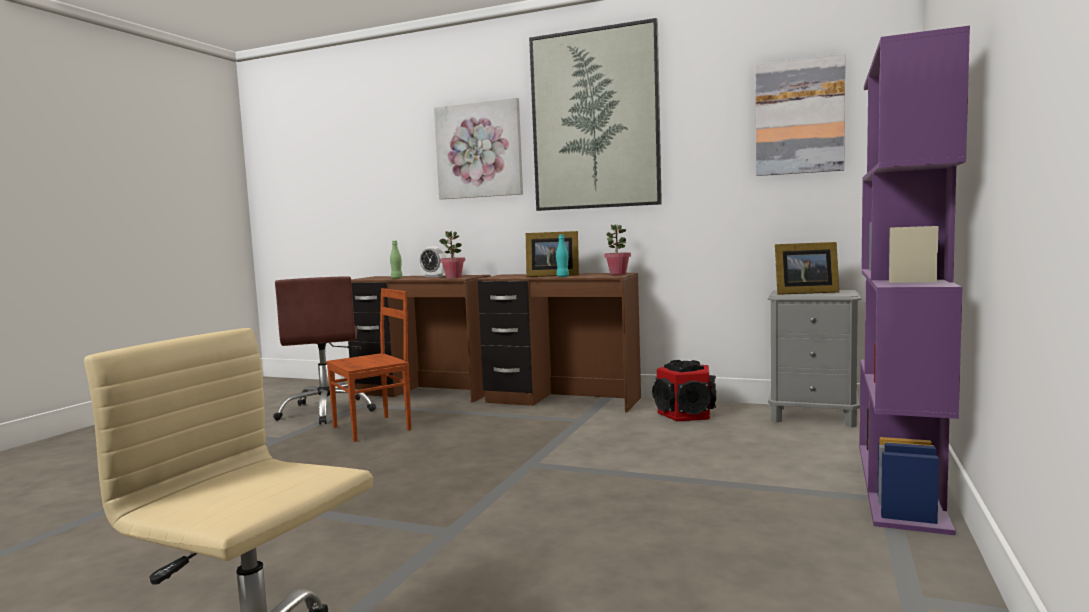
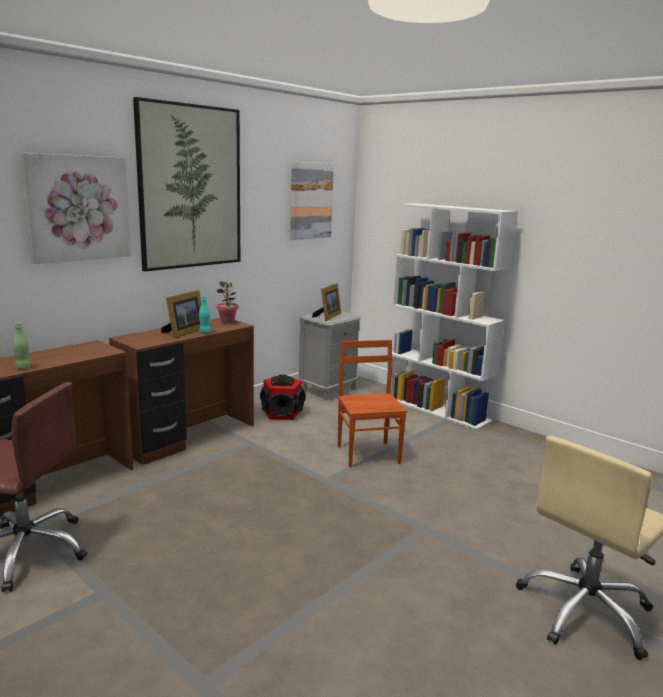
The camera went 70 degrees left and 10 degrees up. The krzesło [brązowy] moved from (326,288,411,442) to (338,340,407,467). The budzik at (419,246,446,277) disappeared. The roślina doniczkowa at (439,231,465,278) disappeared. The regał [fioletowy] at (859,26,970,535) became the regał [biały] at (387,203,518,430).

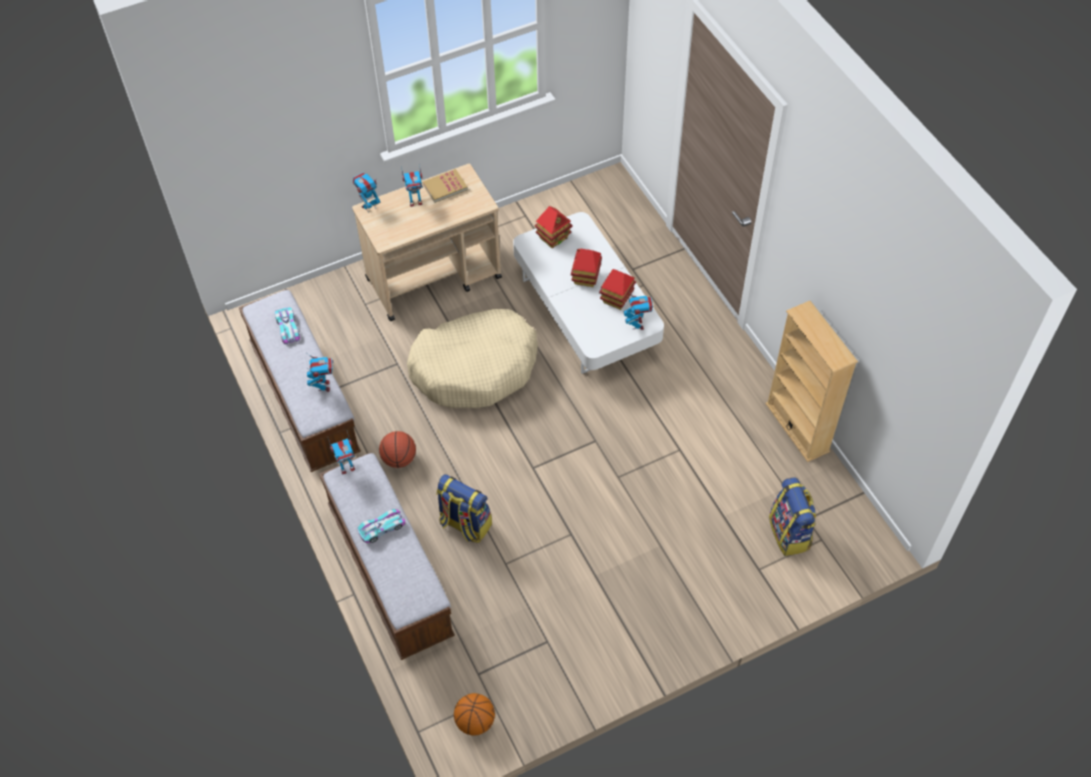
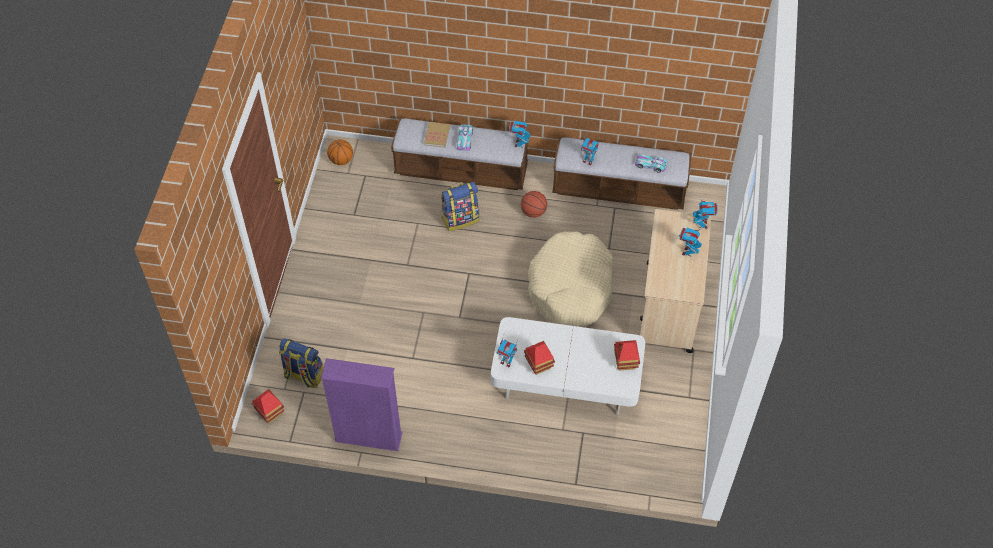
The camera went 125 degrees right and 0 degrees up. The książka moved from (423,169,468,203) to (424,122,450,147). The domek moved from (571,249,602,287) to (252,389,284,423). The regał [beżowy] at (765,301,858,462) became the regał [fioletowy] at (321,358,403,451).

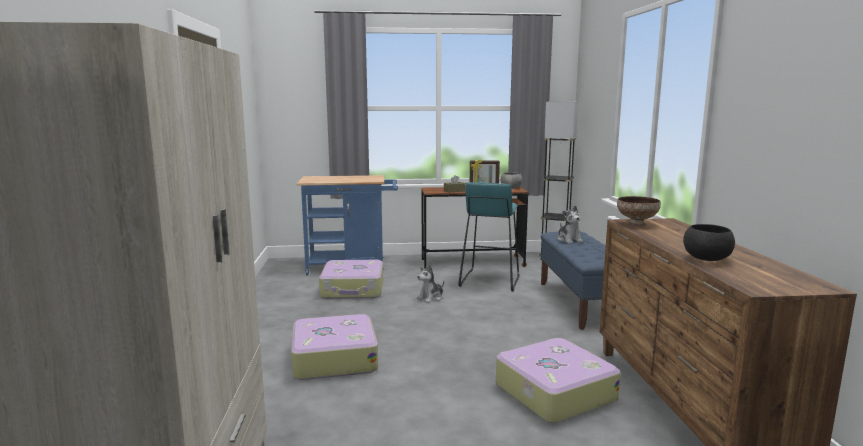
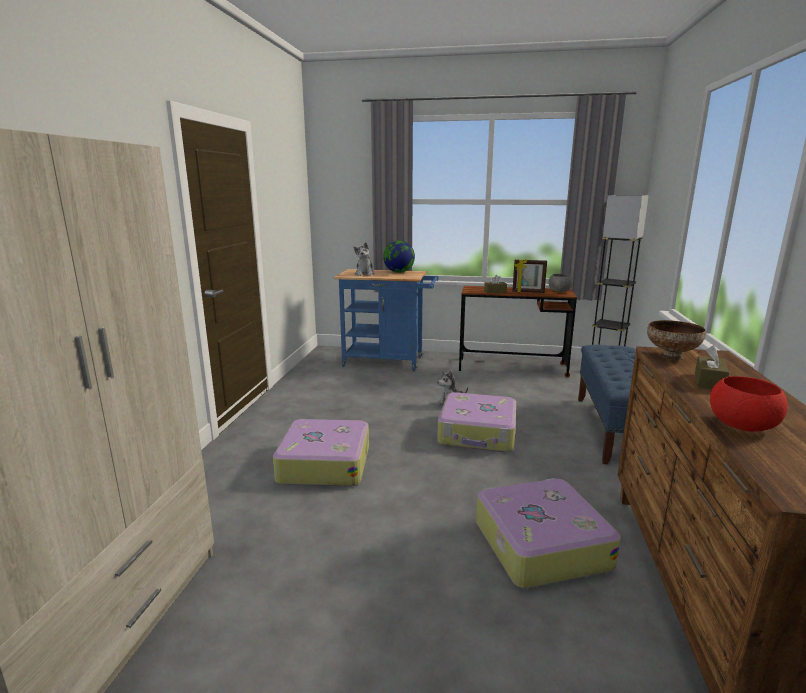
The camera went 15 degrees right and 5 degrees up. The walizka moved from (319,260,383,299) to (437,392,516,452). The stołek [turkusowy] at (458,182,520,291) disappeared. The pluszak moved from (557,205,583,244) to (354,242,375,276). The miska [czarny] at (683,224,735,261) became the miska [czerwony] at (710,376,788,432). The globus at (383,241,415,273) appeared. The pudełko chusteczek [brązowy] at (695,345,729,389) appeared.

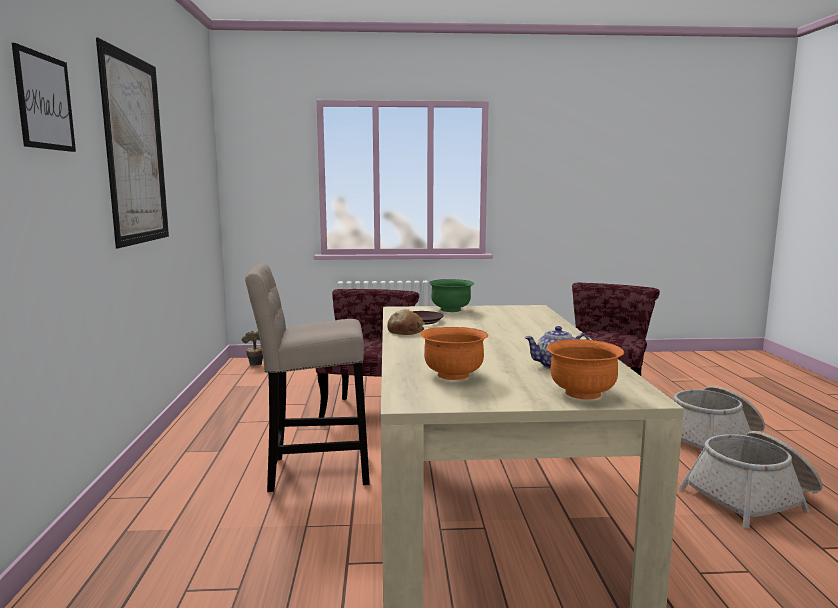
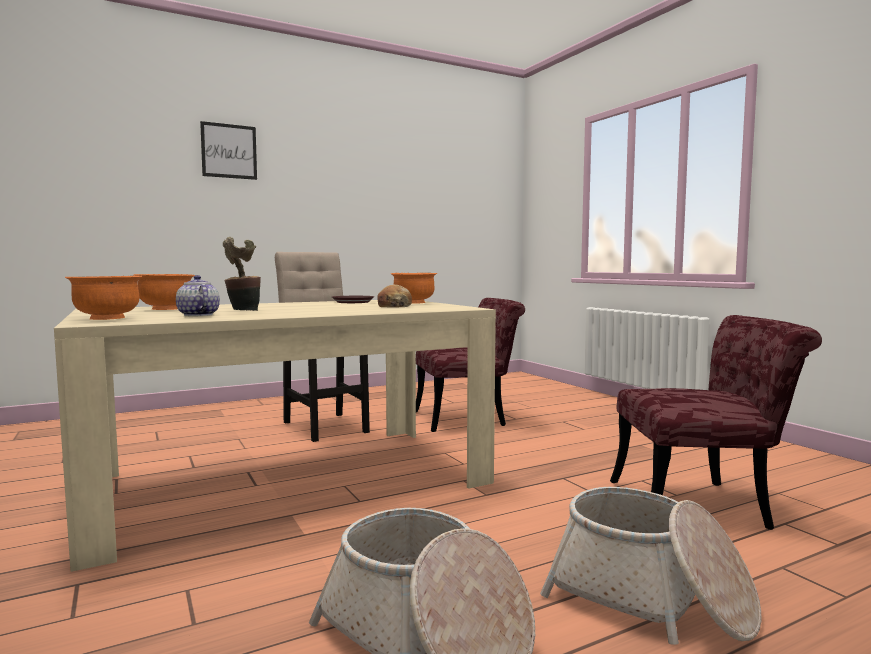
The camera went 65 degrees right and 5 degrees down. The obraz at (96,37,169,248) disappeared. The roślina doniczkowa moved from (242,330,263,366) to (223,237,261,311). The chleb moved from (387,309,425,335) to (378,285,412,307). The miska [zielony] at (429,279,474,312) became the miska [pomarańczowy] at (391,273,437,304).

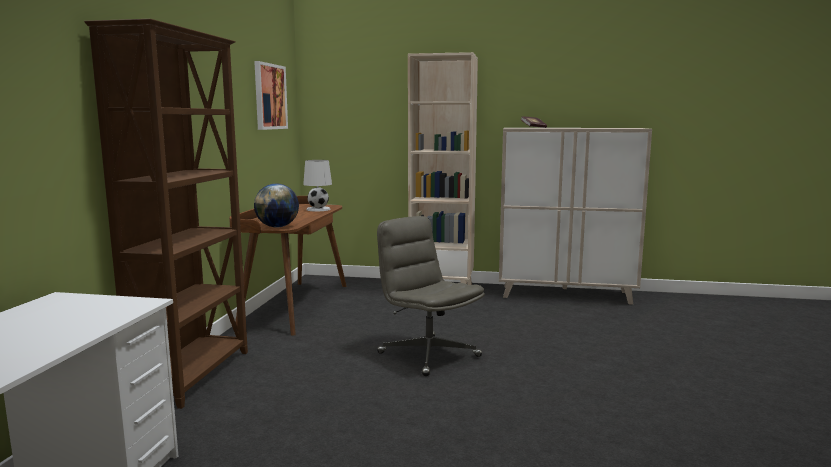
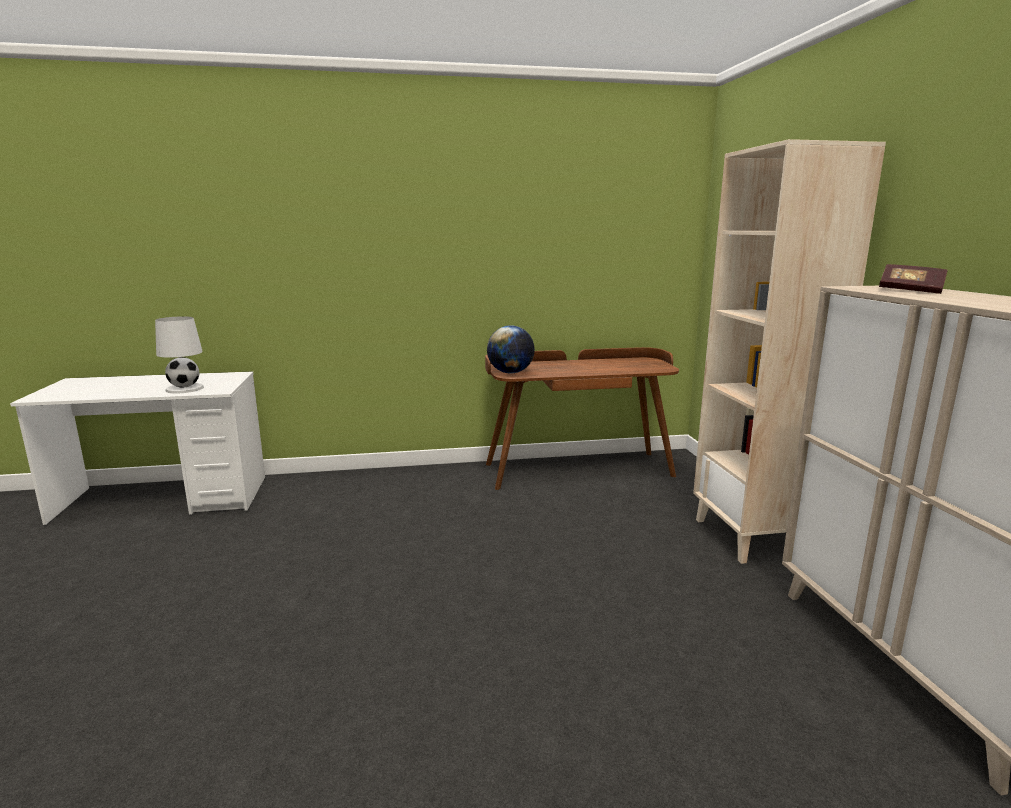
The camera went 70 degrees right and 5 degrees up. The regał [brązowy] at (84,19,248,409) disappeared. The obraz at (254,61,288,130) disappeared. The lampa stołowa [biały] moved from (303,160,332,211) to (155,316,204,393). The krzesło biurowe [szary] at (377,216,485,376) disappeared.

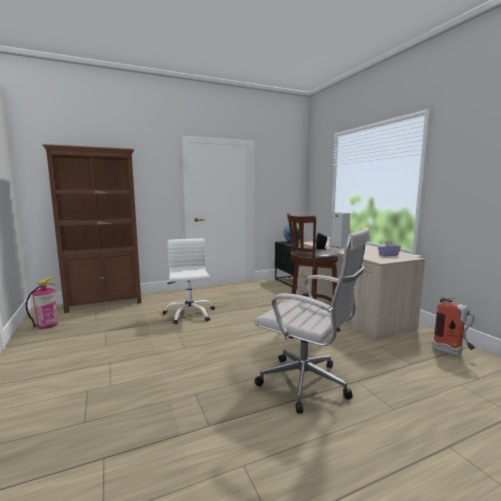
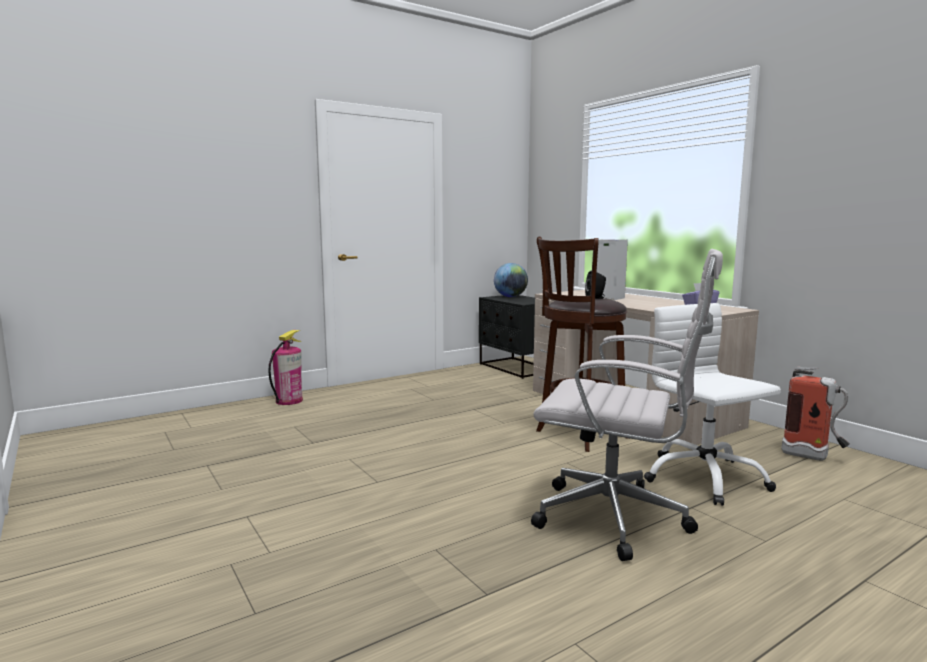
The camera went 10 degrees left and 0 degrees up. The gaśnica moved from (26,277,58,329) to (268,330,303,405). The regał [brązowy] at (42,144,141,313) disappeared. The krzesło biurowe [biały] moved from (163,239,215,324) to (644,303,781,506).

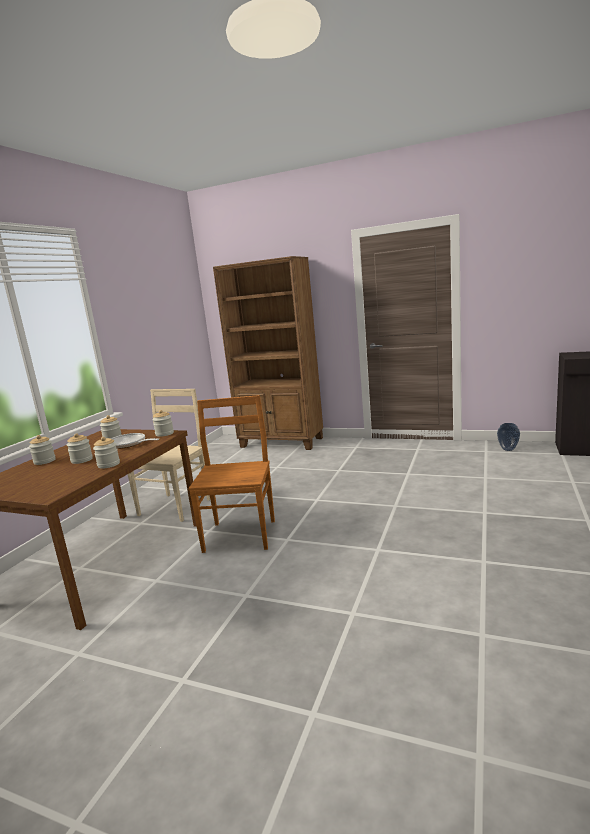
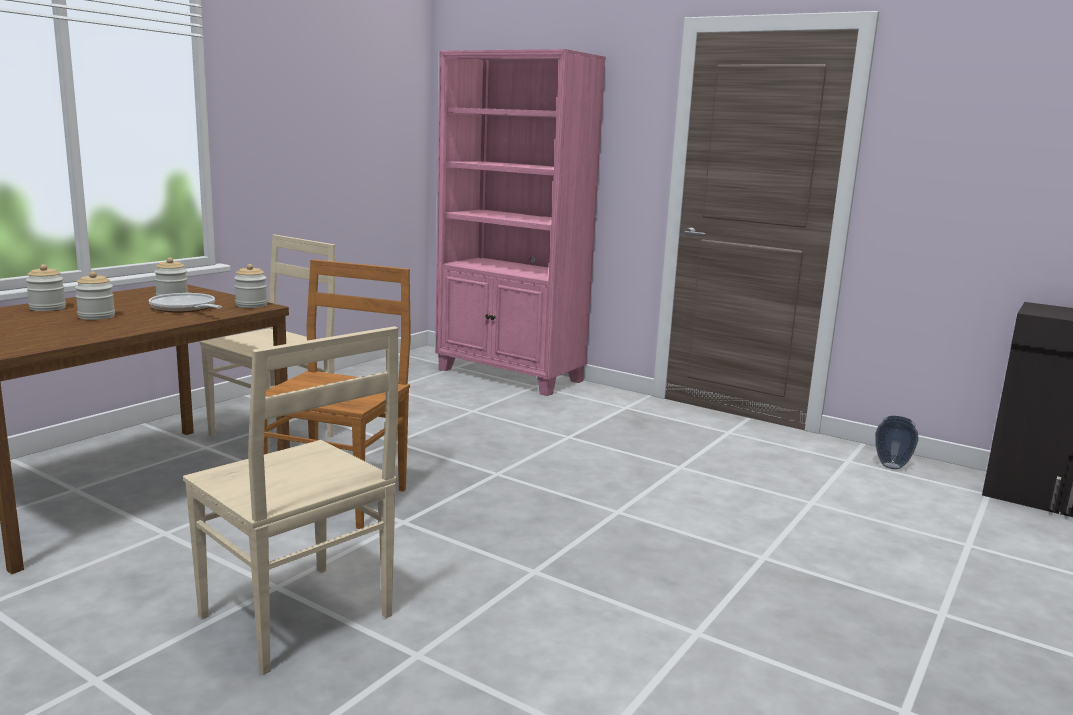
The camera went 10 degrees right and 0 degrees up. The słoik at (93,437,120,469) disappeared. The regał [brązowy] at (213,256,323,450) became the regał [różowy] at (435,49,606,396). The krzesło [beżowy] at (183,326,399,675) appeared.

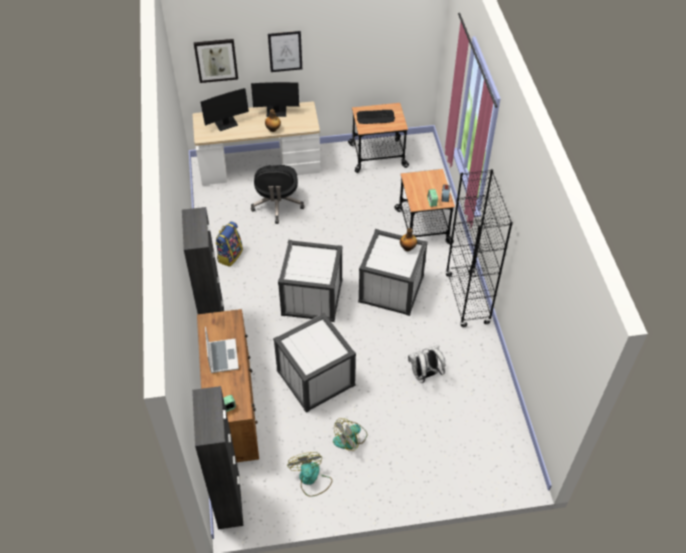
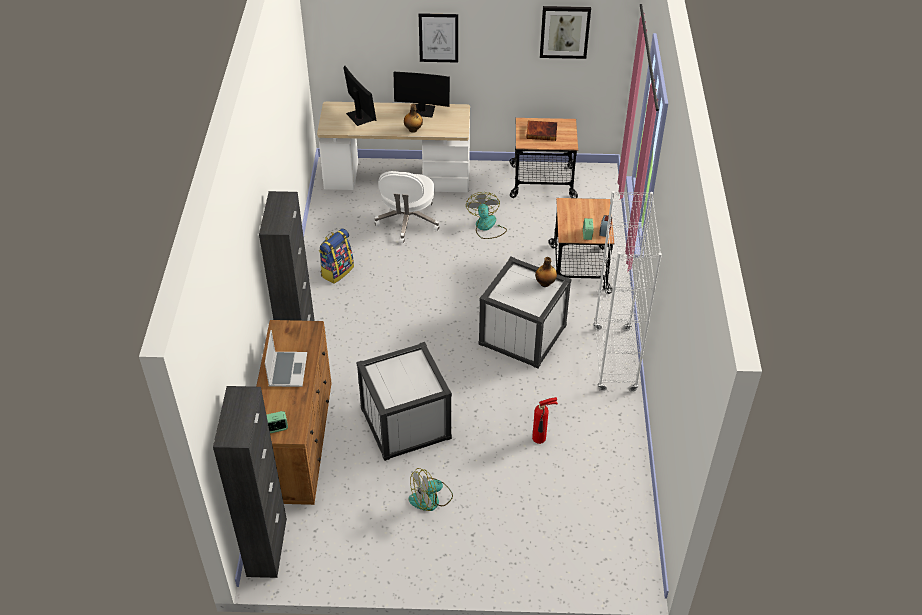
The camera went 10 degrees right and 5 degrees down. The obraz moved from (194,39,238,83) to (540,6,591,59). The monitor at (201,88,249,131) turned 105 degrees counterclockwise. The krzesło biurowe [czarny] at (251,165,305,224) became the krzesło biurowe [biały] at (375,171,440,243). The pojemnik do przechowywania [biały] at (278,240,342,322) disappeared. The wentylator moved from (287,452,332,497) to (466,192,507,239). The klawiatura at (357,110,395,124) was replaced by the książka at (526,121,557,141). The plecak [biały] at (408,345,445,383) was replaced by the gaśnica at (532,397,558,444). The regał [czarny] at (445,169,513,327) became the regał [biały] at (593,191,662,392).

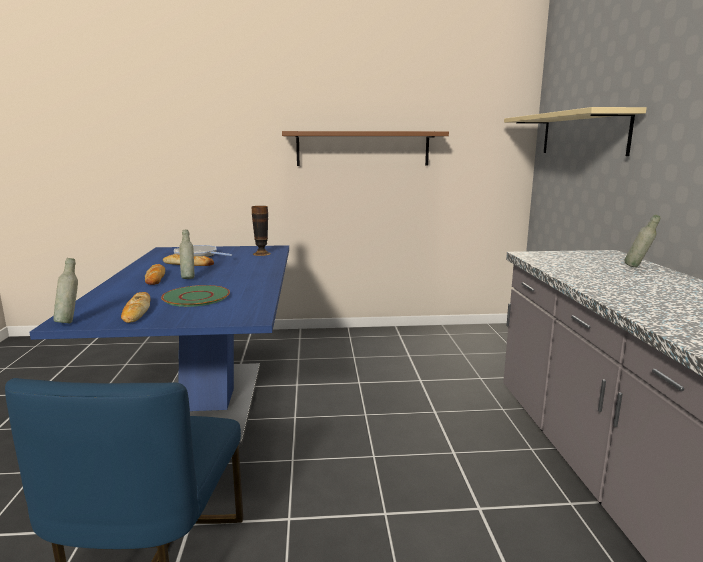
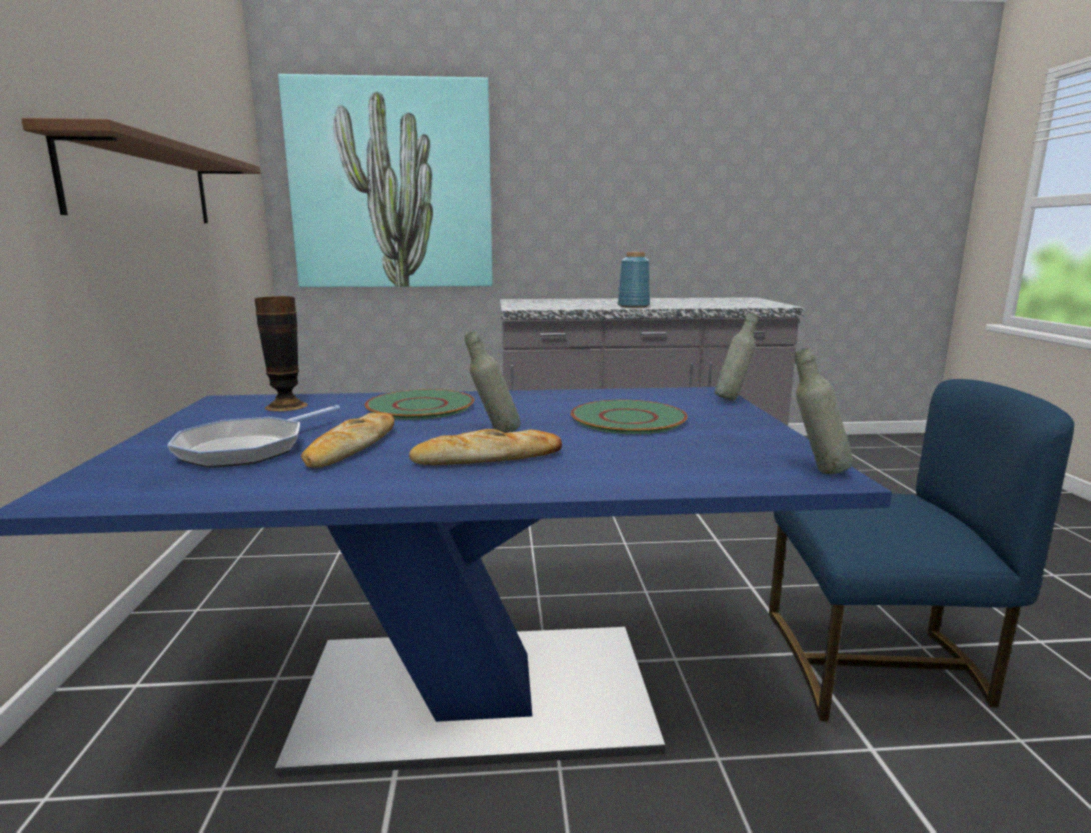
The camera went 90 degrees left and 0 degrees up. The chleb at (121,292,151,323) disappeared. The półka [beżowy] at (504,107,647,156) was replaced by the obraz at (278,74,493,287). The butelka [szary] moved from (625,215,660,267) to (714,313,758,401). The talerz [zielony] at (365,389,474,420) appeared. The wazon [niebieski] at (618,252,650,308) appeared.

